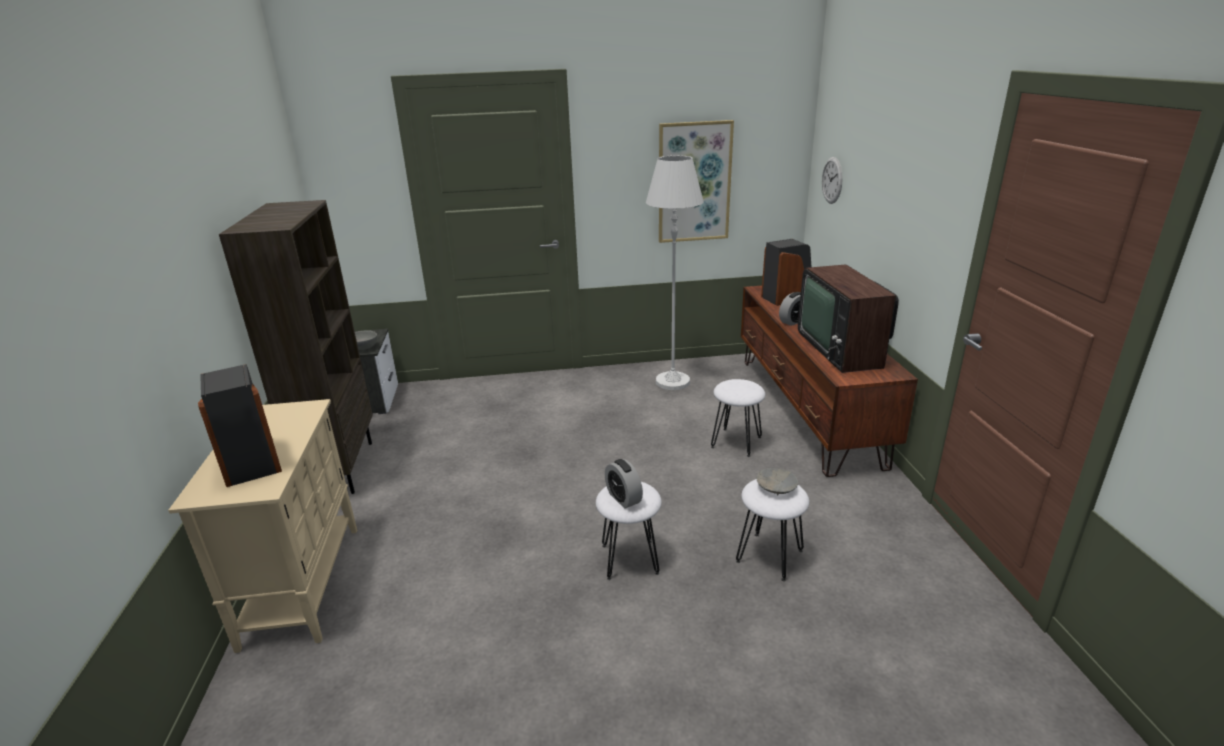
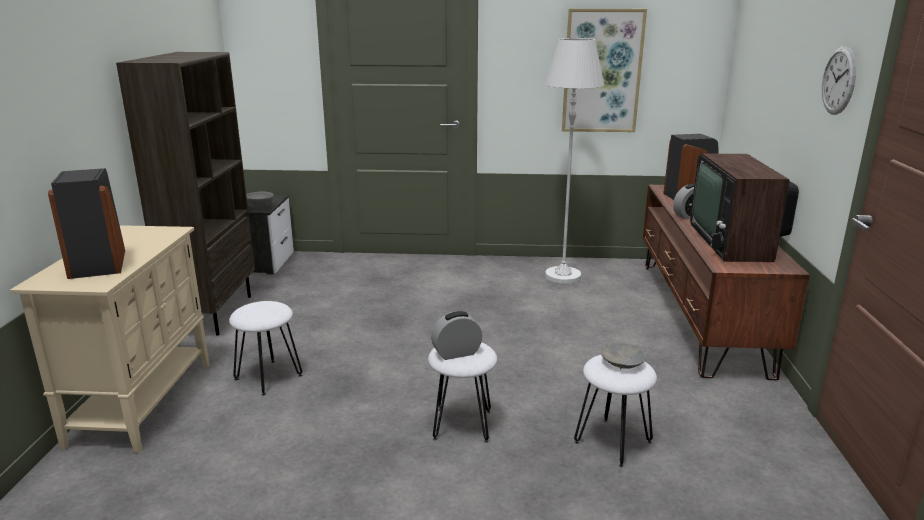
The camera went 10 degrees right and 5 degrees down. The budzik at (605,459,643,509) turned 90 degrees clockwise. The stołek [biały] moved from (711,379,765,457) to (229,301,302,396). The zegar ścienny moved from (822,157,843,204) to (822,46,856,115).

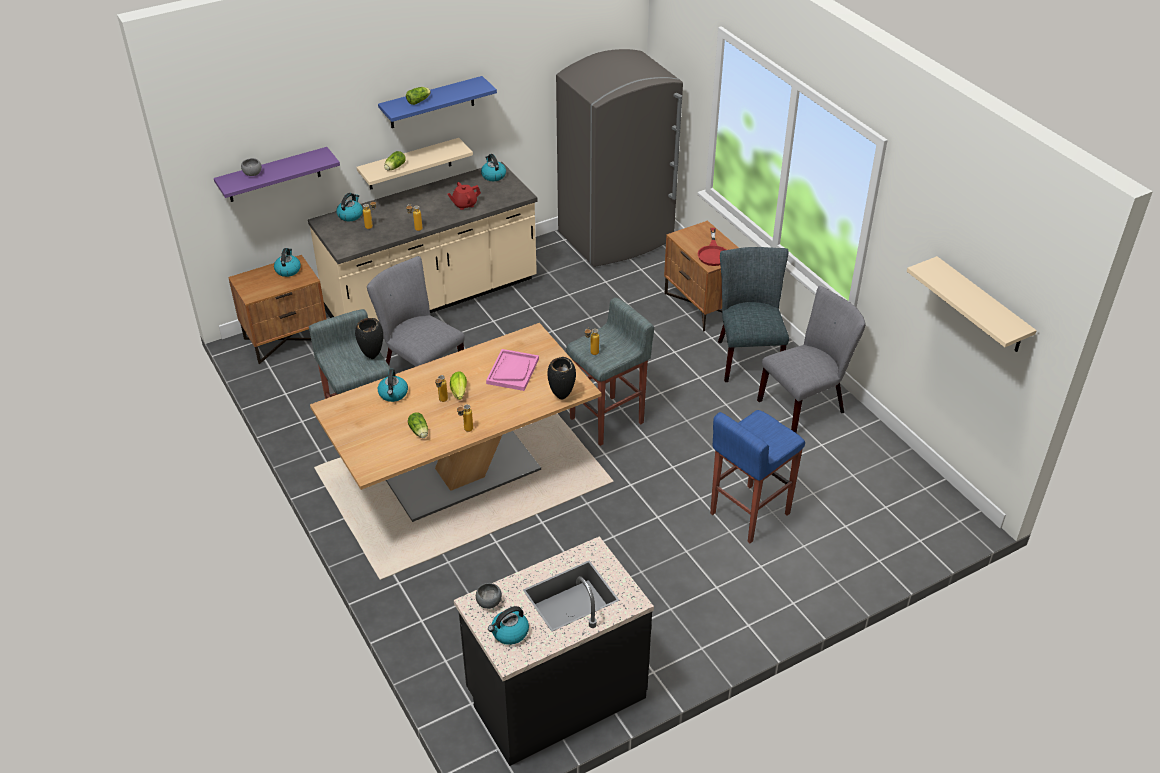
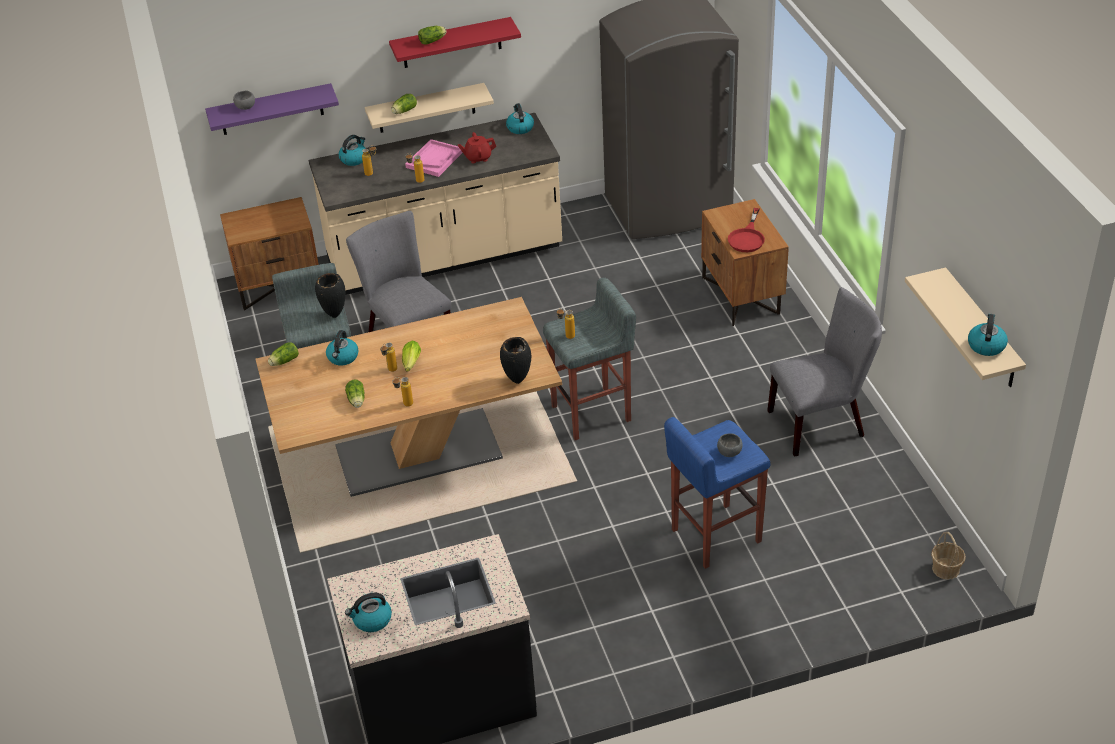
The camera went 15 degrees right and 0 degrees up. The czajnik moved from (274,248,301,277) to (968,314,1008,356). The półka [niebieski] at (378,76,497,128) became the półka [czerwony] at (389,17,521,68). The miska [szary] moved from (476,583,502,609) to (717,433,743,457). The taca [różowy] moved from (486,349,539,391) to (405,139,463,177). The krzesło [szary] at (718,247,789,382) disappeared. The sałata at (268,342,299,366) appeared. The koszyk at (931,532,966,580) appeared.

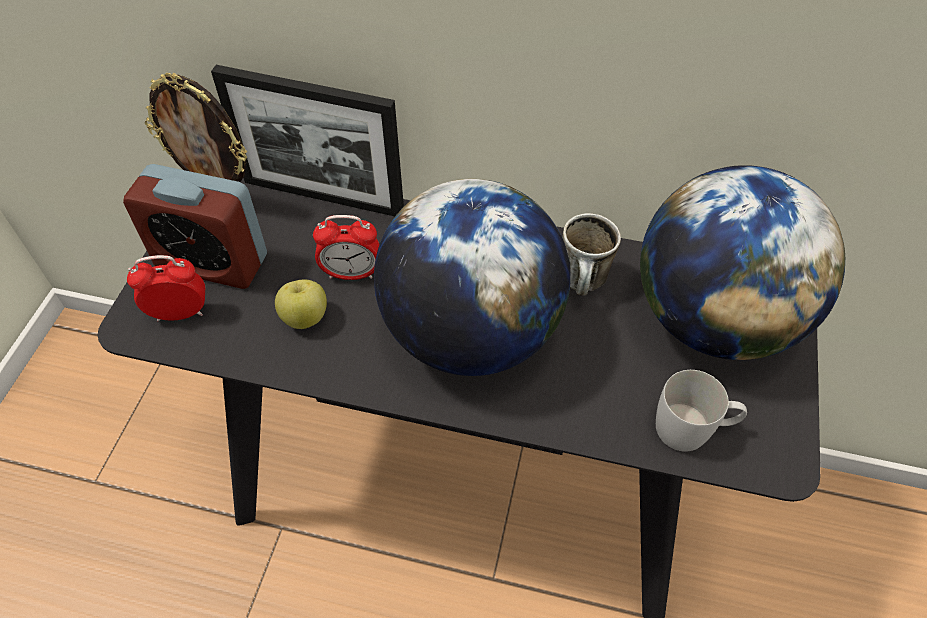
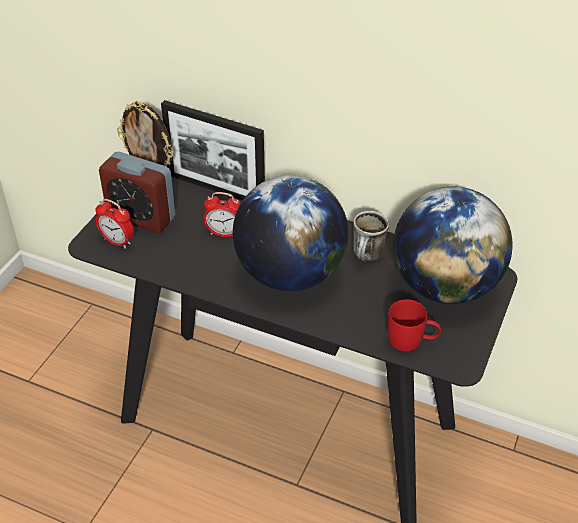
The camera went 10 degrees right and 10 degrees down. The budzik at (127,255,205,322) turned 150 degrees counterclockwise. The jabłko at (275,279,327,329) disappeared. The kubek [biały] at (656,370,747,452) became the kubek [czerwony] at (388,299,441,352).

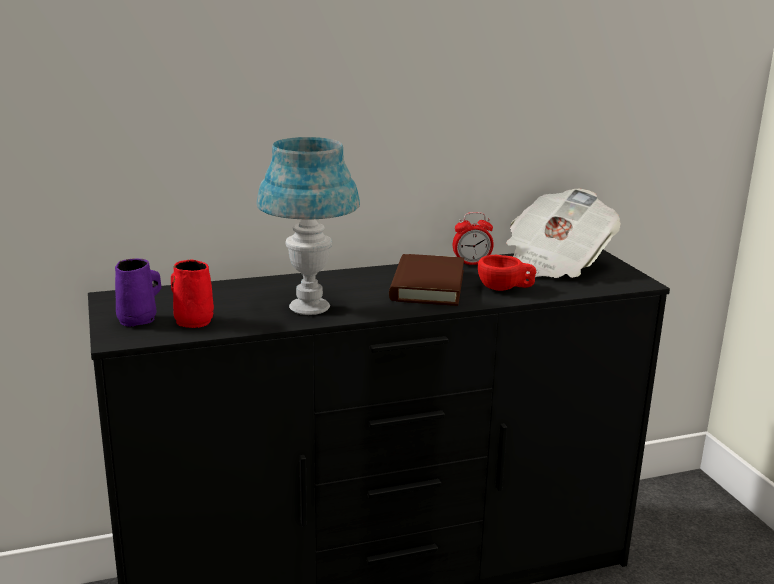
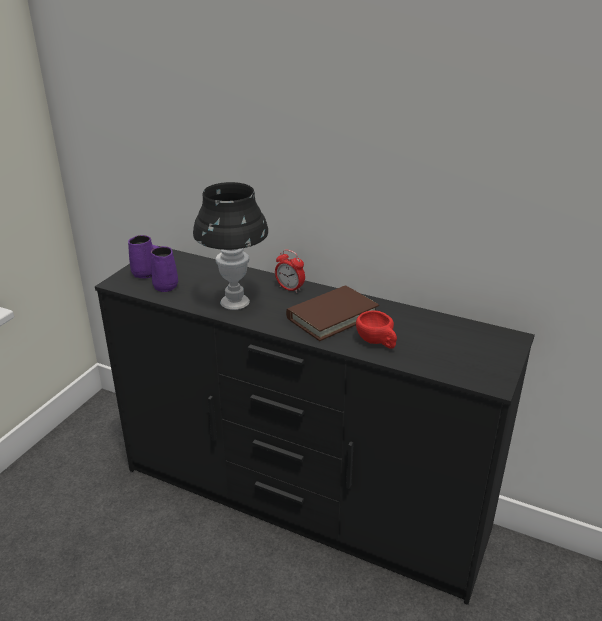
The camera went 45 degrees right and 10 degrees up. The kubek [czerwony] at (171,260,214,328) became the kubek [fioletowy] at (151,246,178,292). The lampa stołowa [niebieski] at (256,137,360,315) became the lampa stołowa [czarny] at (193,182,268,310). The budzik moved from (453,212,494,265) to (275,249,305,293). The gazeta at (506,188,621,278) disappeared.

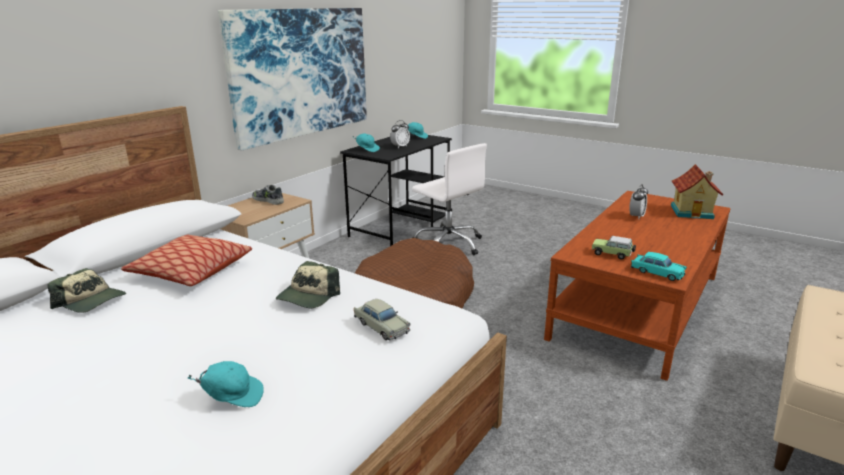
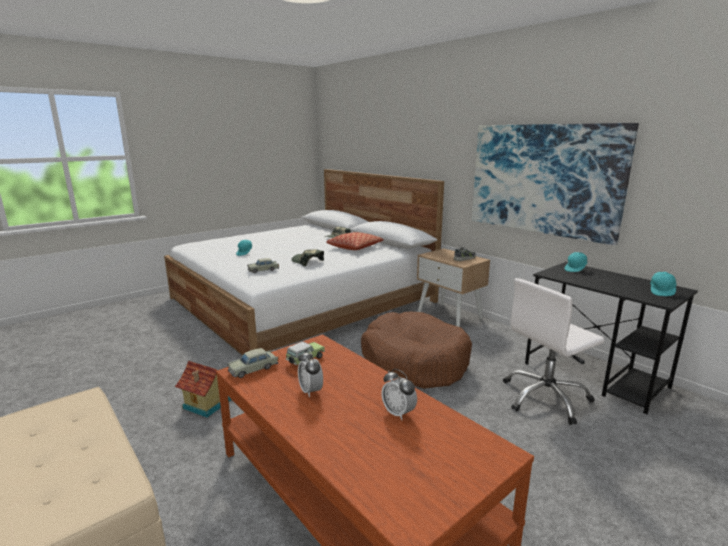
The camera went 105 degrees right and 5 degrees down. The budzik moved from (390,120,410,148) to (298,350,323,397). The samochodzik [turkusowy] at (631,252,687,281) became the samochodzik [beżowy] at (227,348,278,378). The domek moved from (671,164,724,219) to (175,361,231,417).

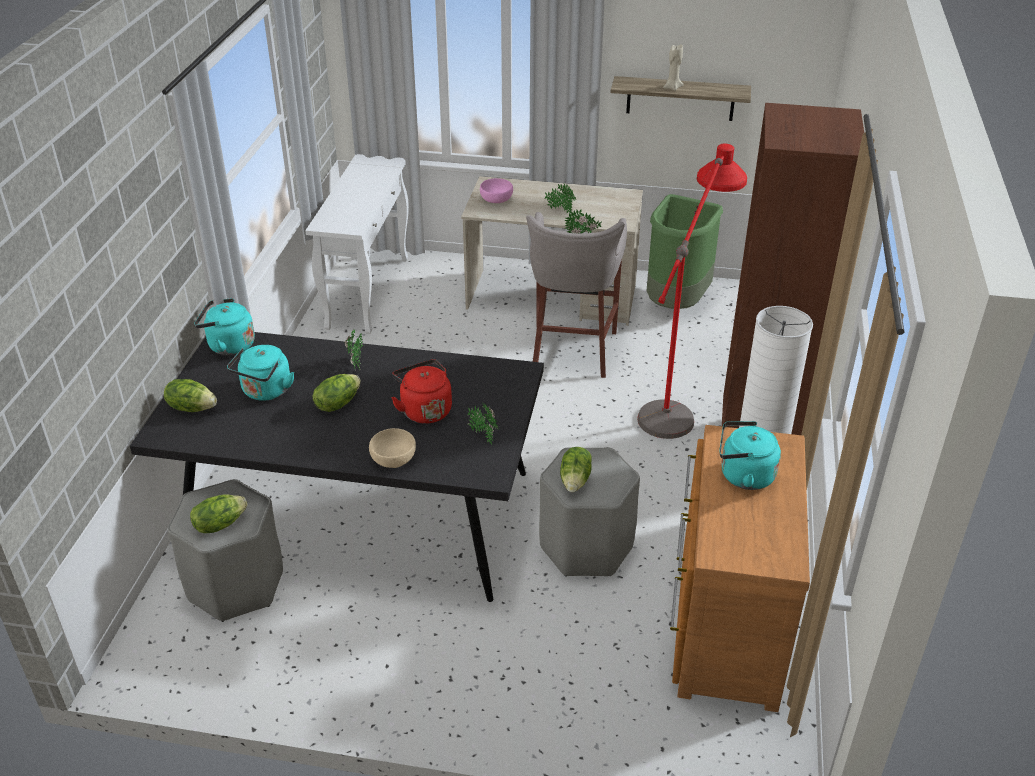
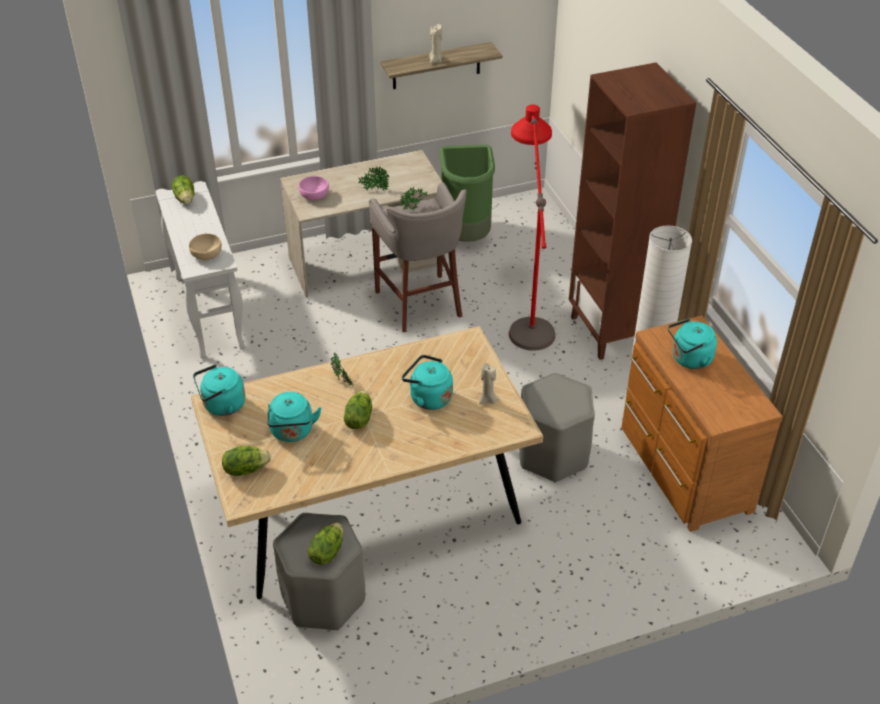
The camera went 30 degrees left and 5 degrees up. The stół jadalny [czarny] at (130,332,544,602) became the stół jadalny [beżowy] at (191,326,543,599). The miska [beżowy] moved from (369,428,416,468) to (189,234,222,260). The czajnik [czerwony] at (391,359,452,424) became the czajnik [turkusowy] at (402,355,453,410). The roślina doniczkowa at (467,402,499,444) was replaced by the świeca [beżowy] at (479,363,497,405). The sałata moved from (560,447,592,492) to (172,175,194,204).

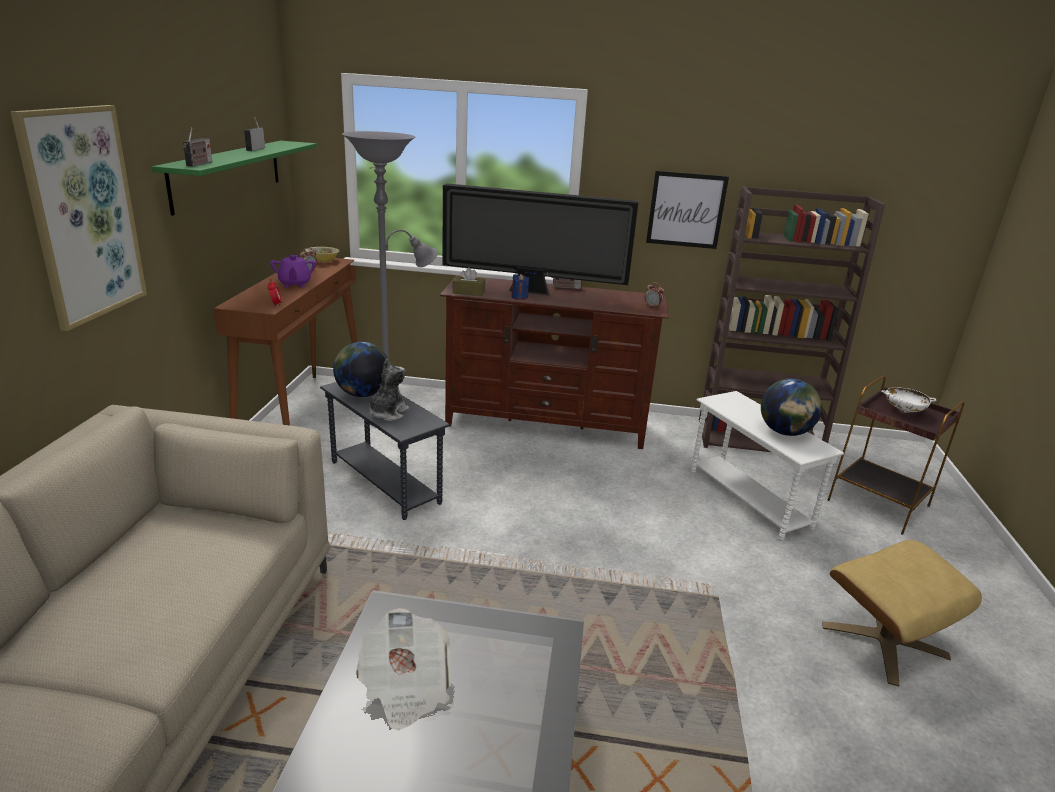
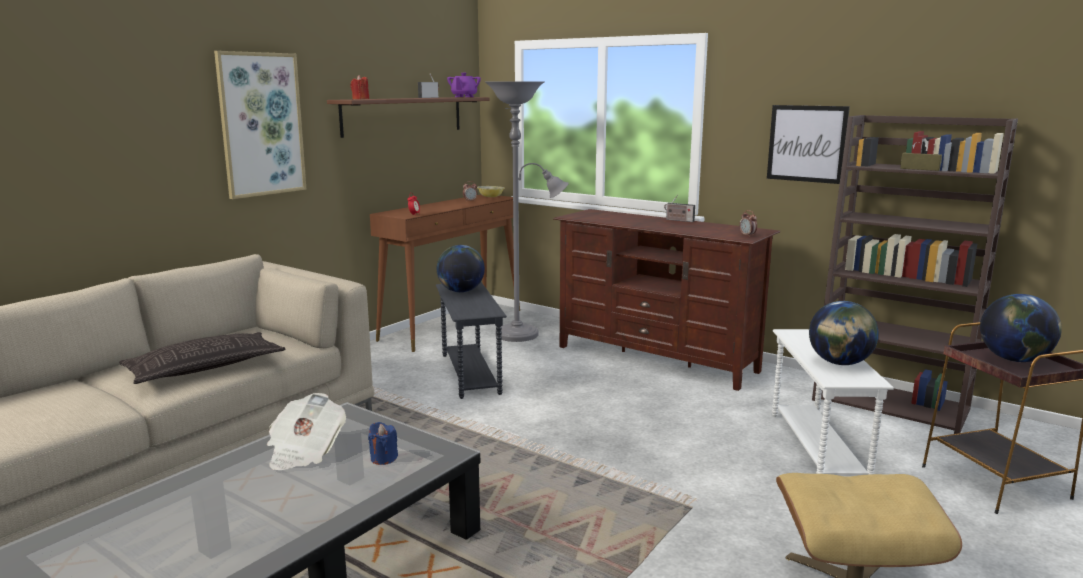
The camera went 30 degrees right and 10 degrees down. The półka [zielony] at (152,141,317,216) became the półka [brązowy] at (327,97,489,138). The radio at (183,127,212,167) was replaced by the świeca [czerwony] at (350,75,369,99). The imbryk [fioletowy] moved from (270,255,316,287) to (447,73,481,97). The pluszak at (369,358,409,421) disappeared. The telewizor at (442,183,639,295) disappeared. The pudełko chusteczek [brązowy] moved from (452,267,485,296) to (900,138,942,171). The świeca [niebieski] moved from (511,274,529,300) to (368,422,398,465). The miska [biały] at (881,387,936,413) was replaced by the globus at (980,294,1062,362). The poduszka at (119,332,286,384) appeared.

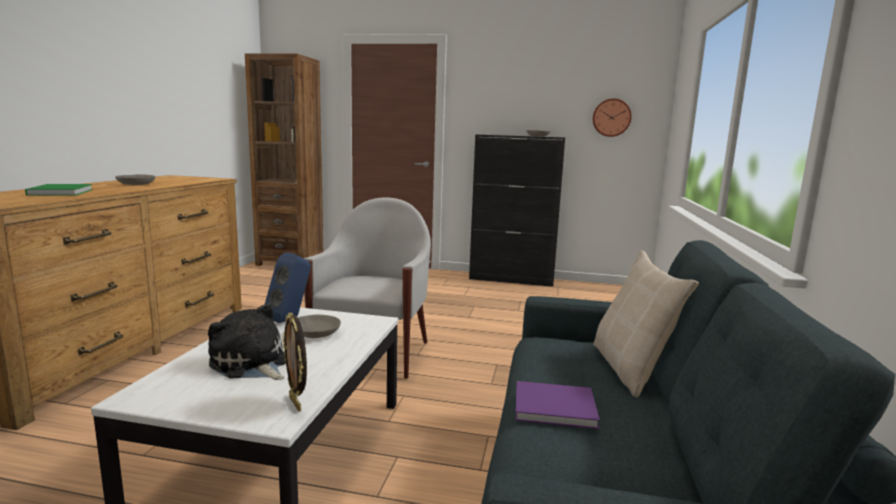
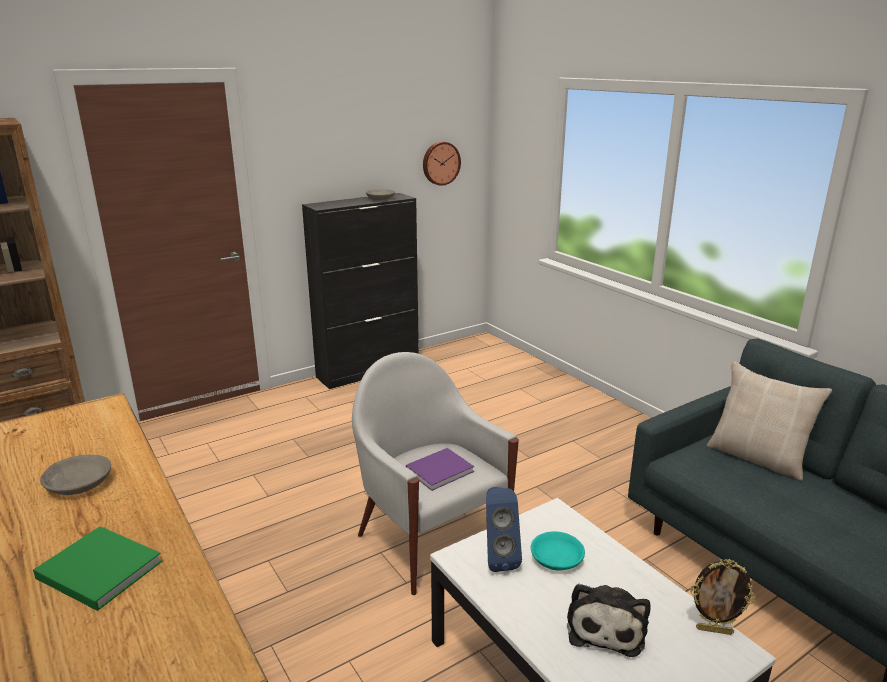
The camera went 45 degrees left and 10 degrees up. The pluszak at (208,303,286,380) turned 75 degrees counterclockwise. The miska [szary] at (298,315,341,338) became the miska [turkusowy] at (531,531,585,570). The książka [fioletowy] moved from (516,381,600,429) to (406,448,474,491).

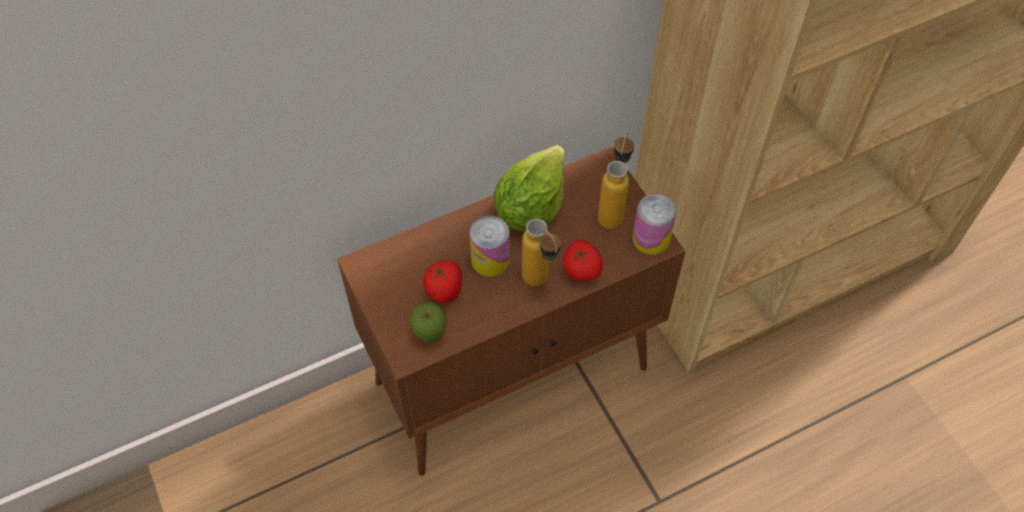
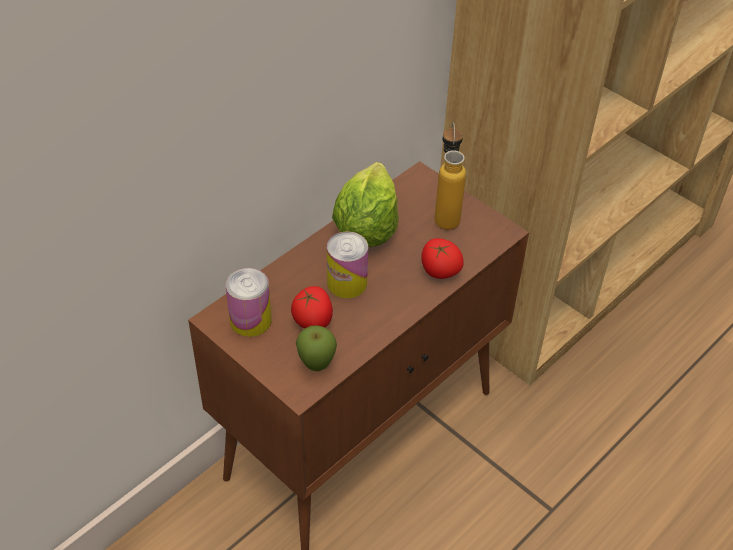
The camera went 20 degrees left and 10 degrees down. The butelka at (522,219,561,286) disappeared. The puszka moved from (632,194,677,255) to (226,268,271,337).

